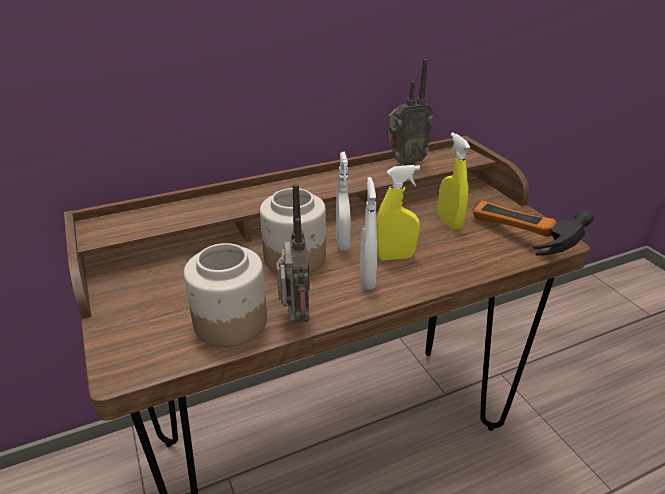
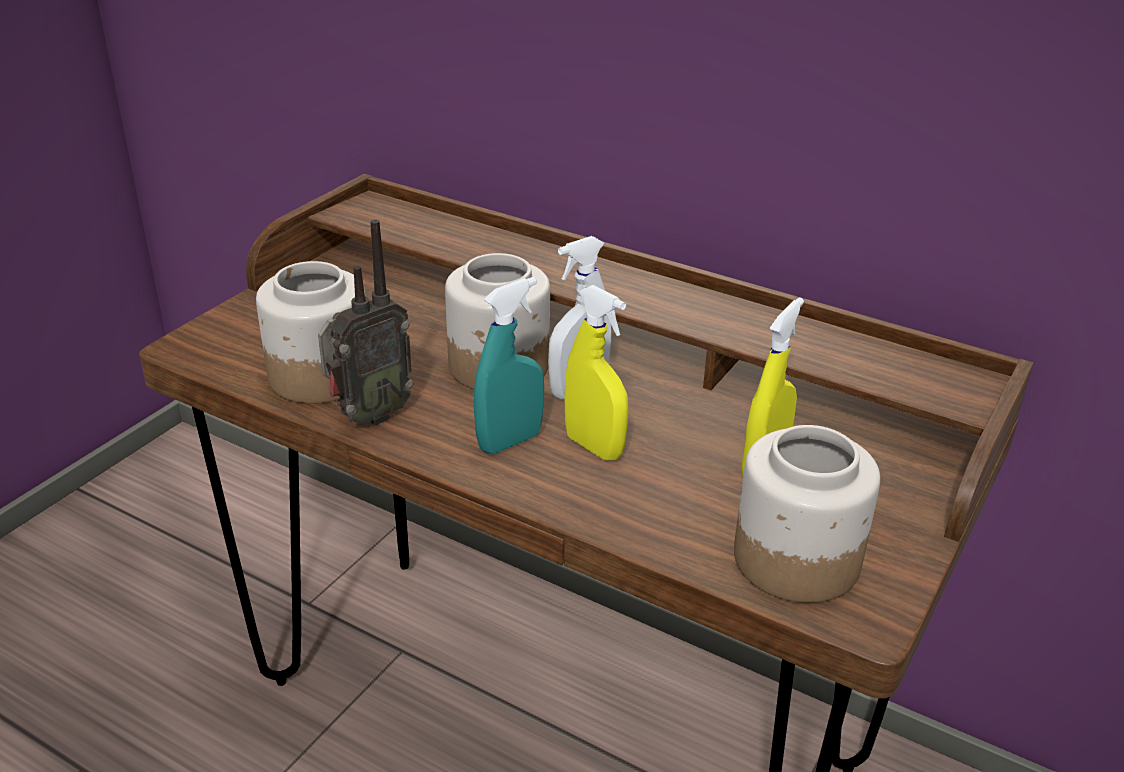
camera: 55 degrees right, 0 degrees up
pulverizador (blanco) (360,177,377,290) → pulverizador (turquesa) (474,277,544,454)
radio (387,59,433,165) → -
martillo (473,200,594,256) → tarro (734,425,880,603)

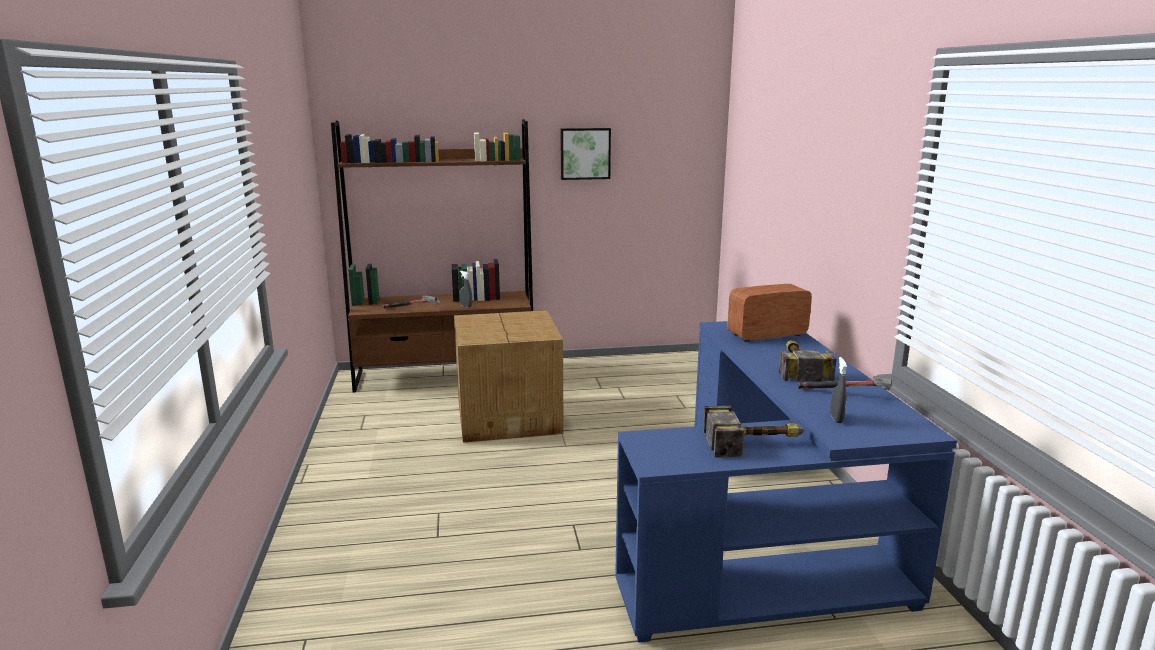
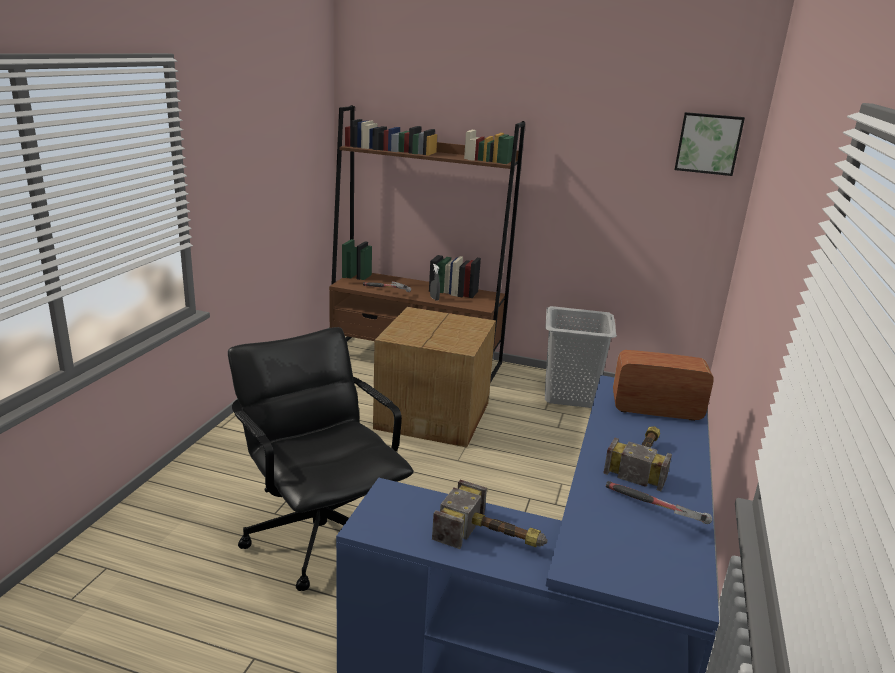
camera: 25 degrees right, 5 degrees up
cuadro (560,128,611,180) → cuadro (674,112,745,176), moved
pulverizador (gris) (830,357,847,423) → -
- → silla de oficina (negro) (228,327,414,591)
- → cesto de la ropa (gris) (545,306,617,408)

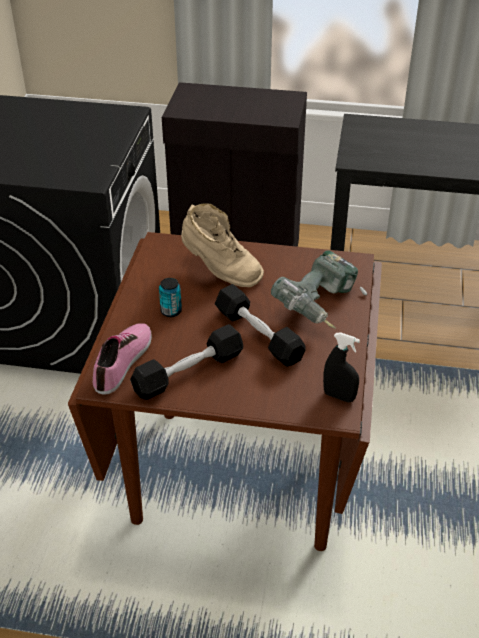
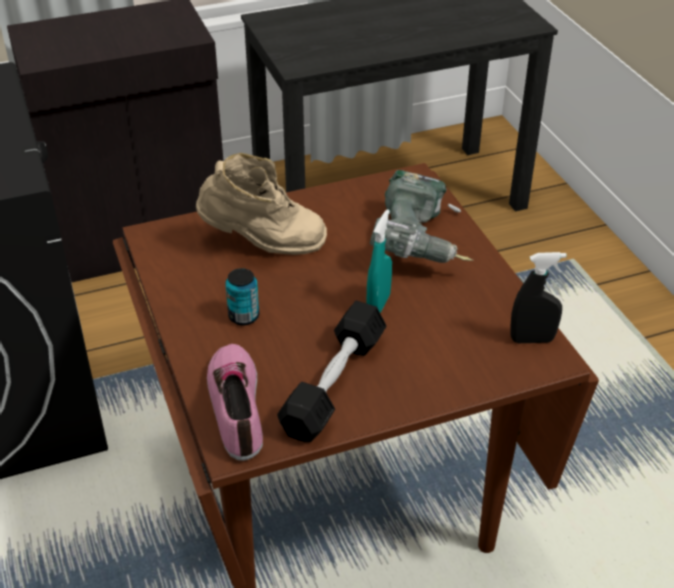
camera: 30 degrees left, 0 degrees up
mancuerna (negro) (215,284,306,367) → pulverizador (turquesa) (366,209,392,313)

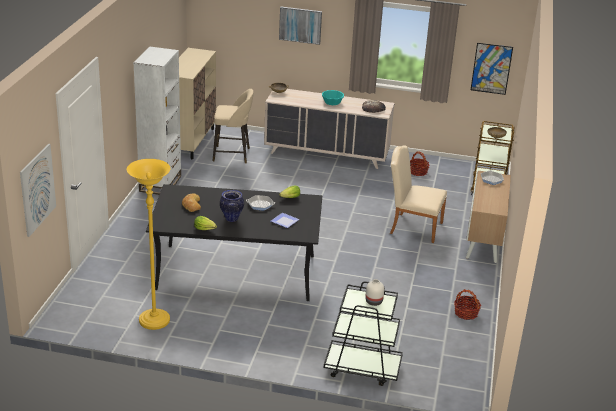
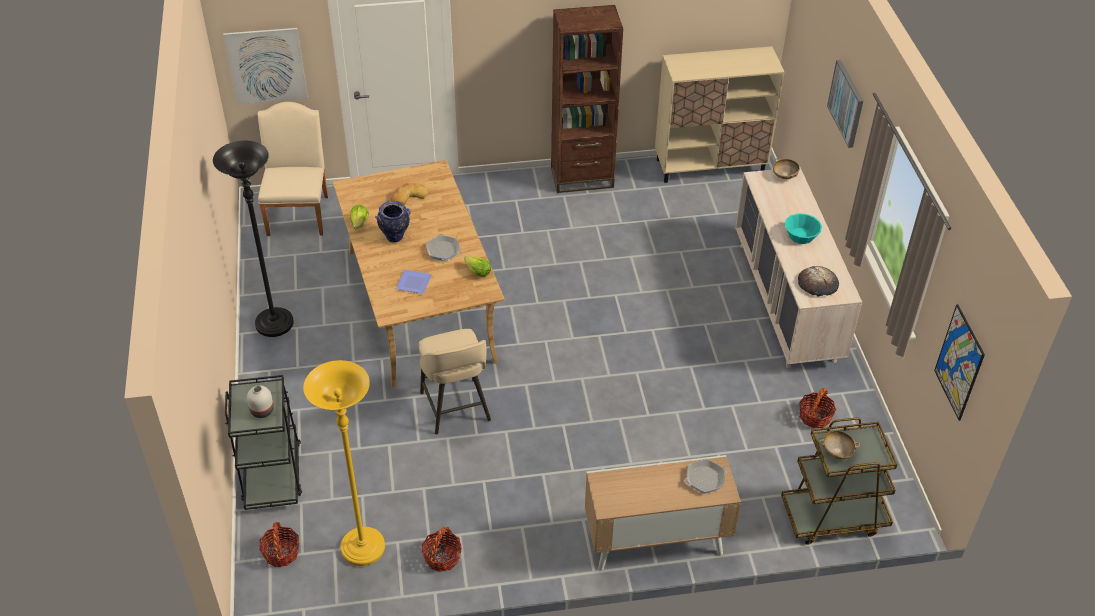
camera: 70 degrees right, 15 degrees up
lámpara de pie (amarillo) (127,159,171,330) → lámpara de pie (amarillo) (303,360,385,566), moved
estantería (blanco) (133,46,181,195) → estantería (marrón) (551,5,623,193)
mesa de comedor (negro) (146,184,322,301) → mesa de comedor (beis) (333,160,505,388)
taburete (beis) (212,89,253,164) → taburete (beis) (419,329,491,434), moved
silla (beis) (390,145,447,243) → silla (beis) (258,102,328,236), moved
- → lámpara de pie (negro) (213,141,294,337)
- → cesta (259,522,299,567)

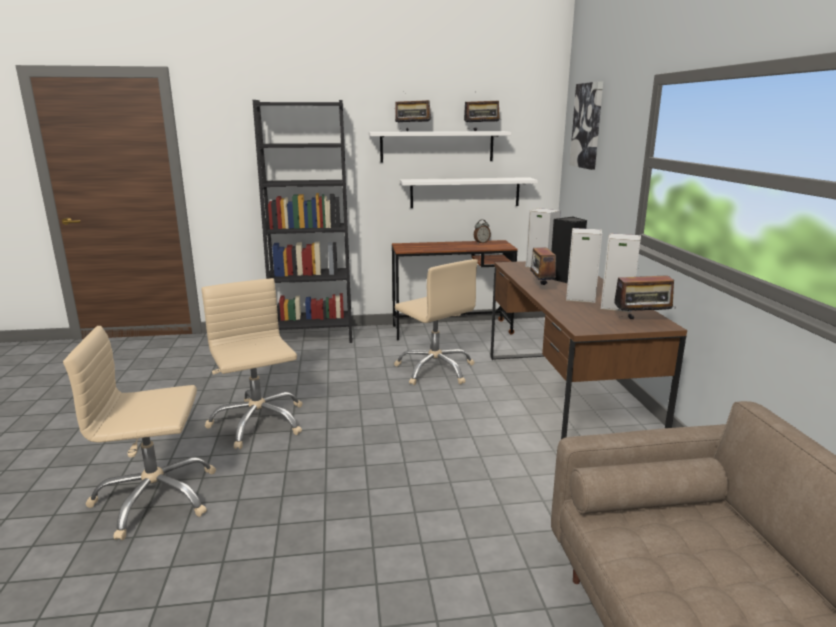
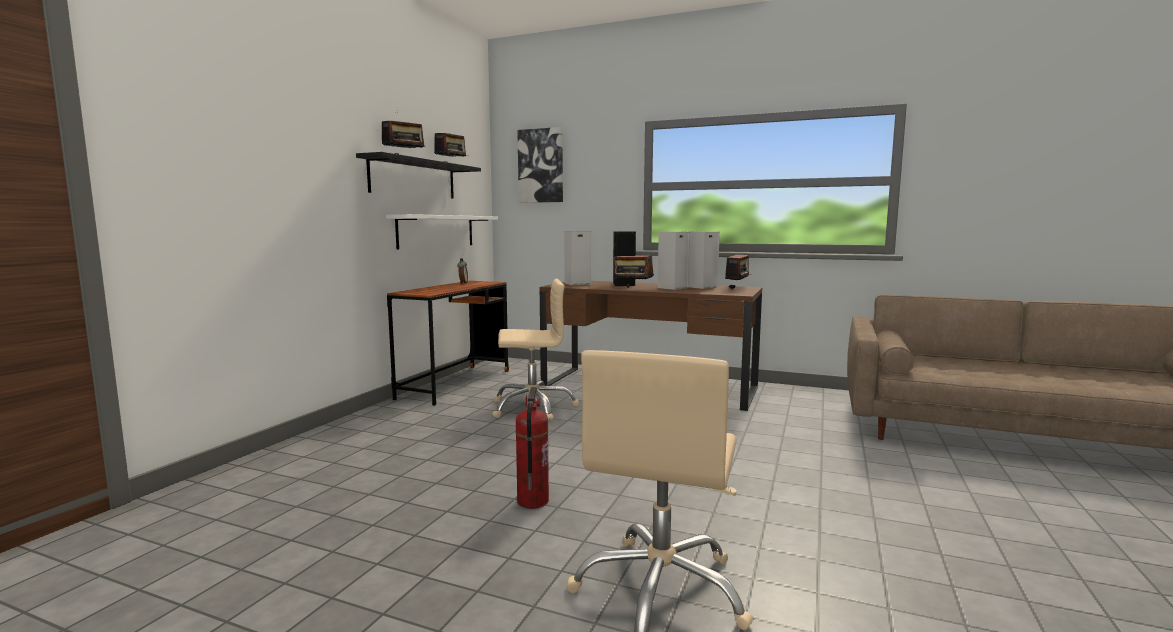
camera: 60 degrees left, 10 degrees down
silla de oficina (beis) (201,278,302,449) → extintor (515,387,549,509)
estantería (negro) (253,100,352,343) → -
estante (blanco) (369,131,511,162) → estante (negro) (356,152,481,199)

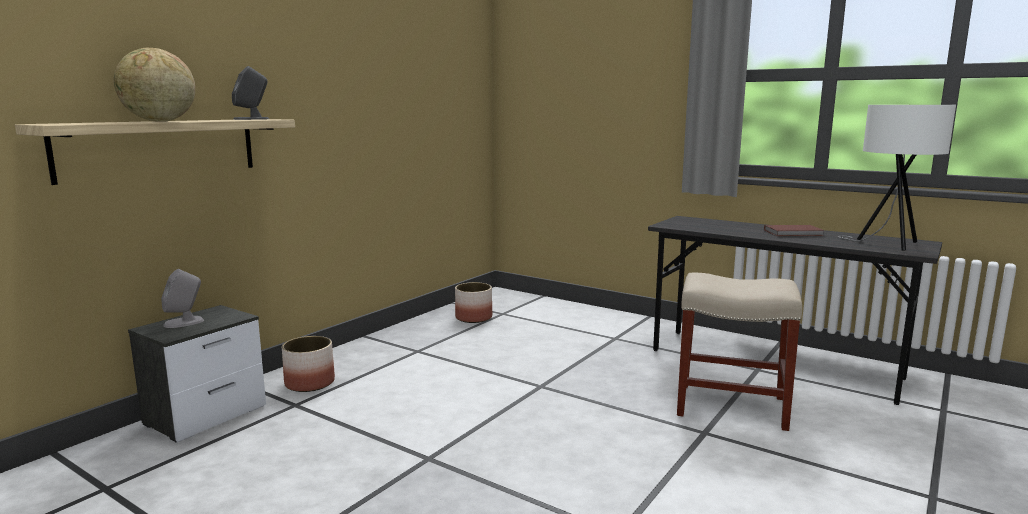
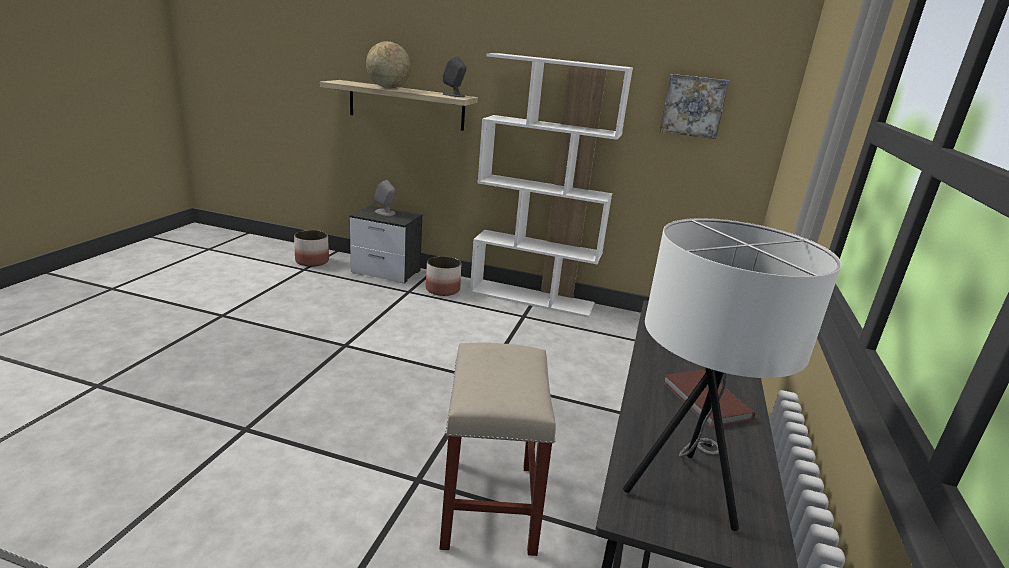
camera: 70 degrees right, 10 degrees up
maceta (455,282,492,323) → maceta (294,230,329,267), moved
- → estantería (blanco) (470,53,633,318)
- → cuadro (660,74,729,139)

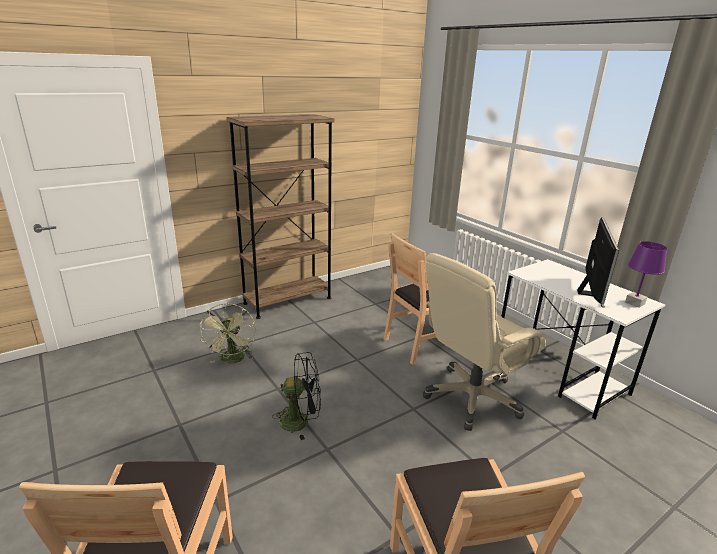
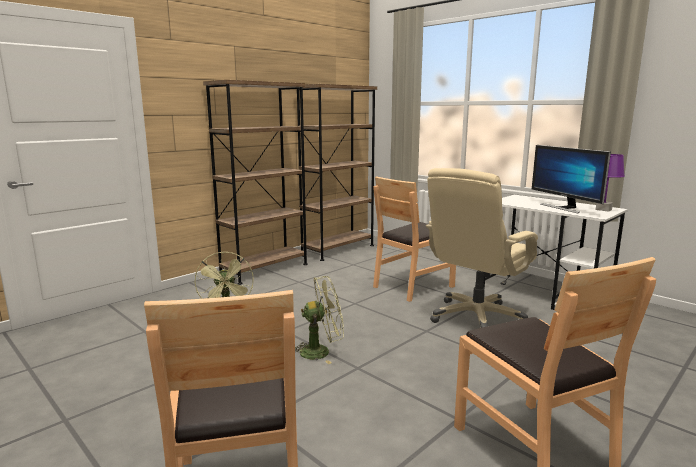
camera: 10 degrees left, 10 degrees down
ventilador (negro) (272,352,321,440) → ventilador (verde) (295,276,344,364)
monitor (577,217,619,308) → monitor (532,145,611,213), 150 degrees clockwise
- → estantería (marrón) (297,84,377,261)

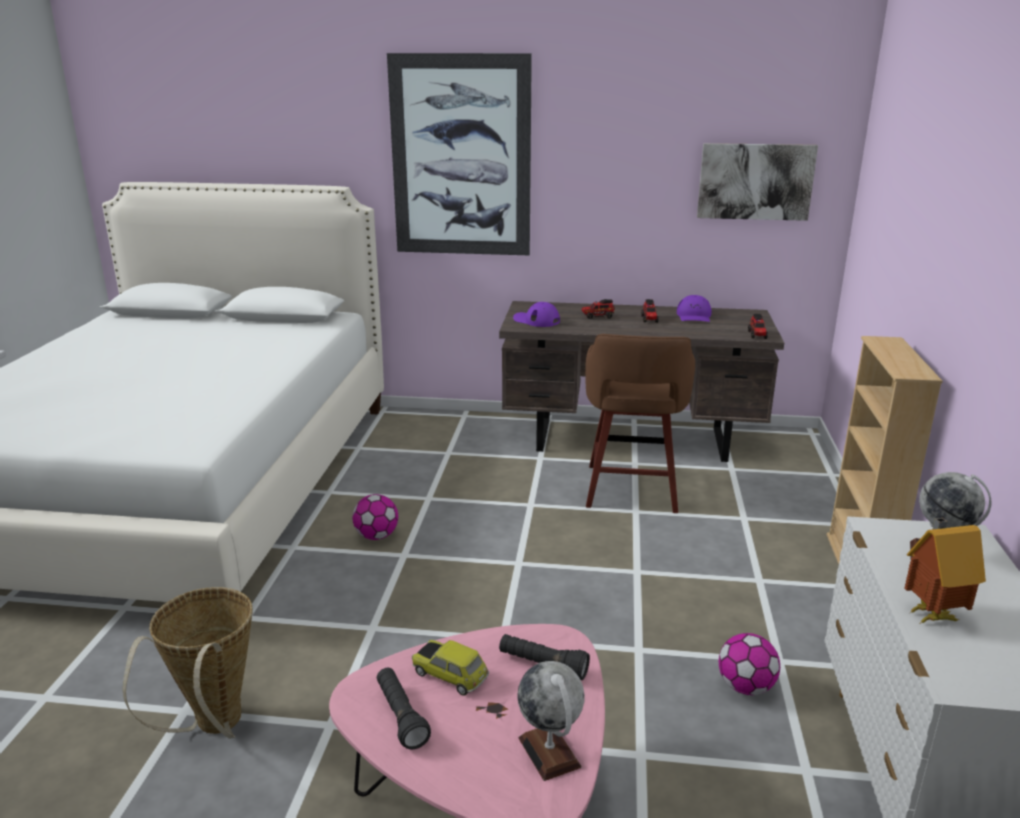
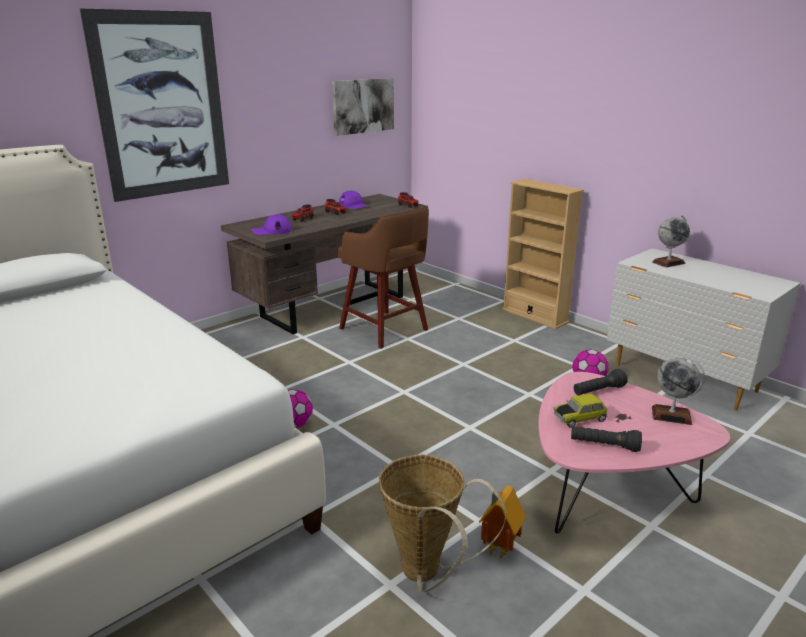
camera: 50 degrees left, 0 degrees up
casita (904,518,986,623) → casita (479,486,526,560), moved

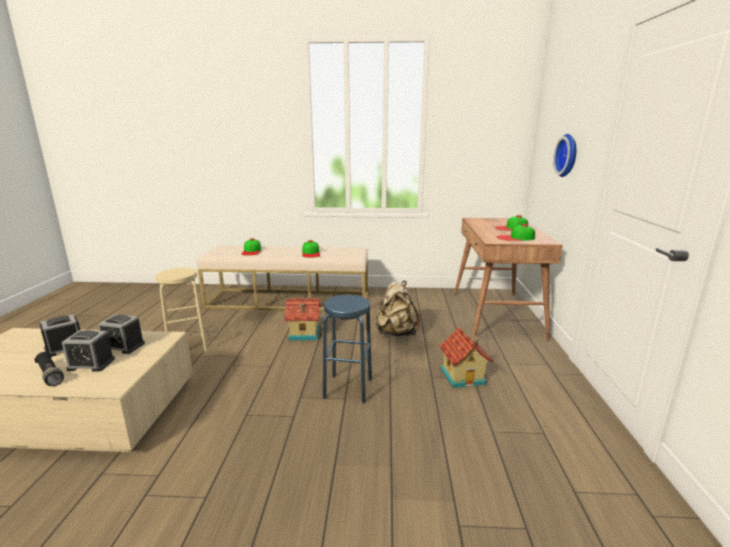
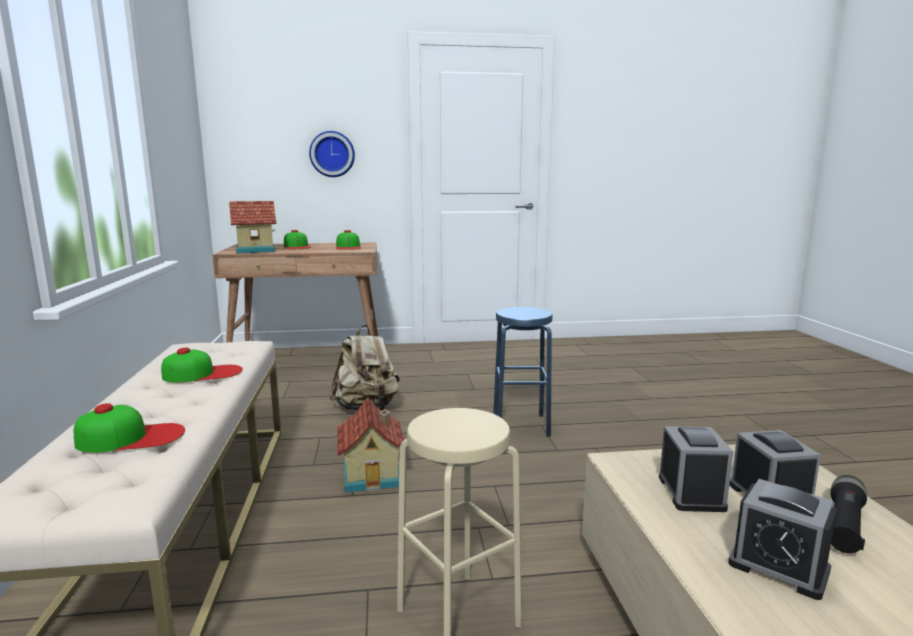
camera: 100 degrees left, 5 degrees down
casita (439,327,493,388) → casita (229,201,277,254), moved

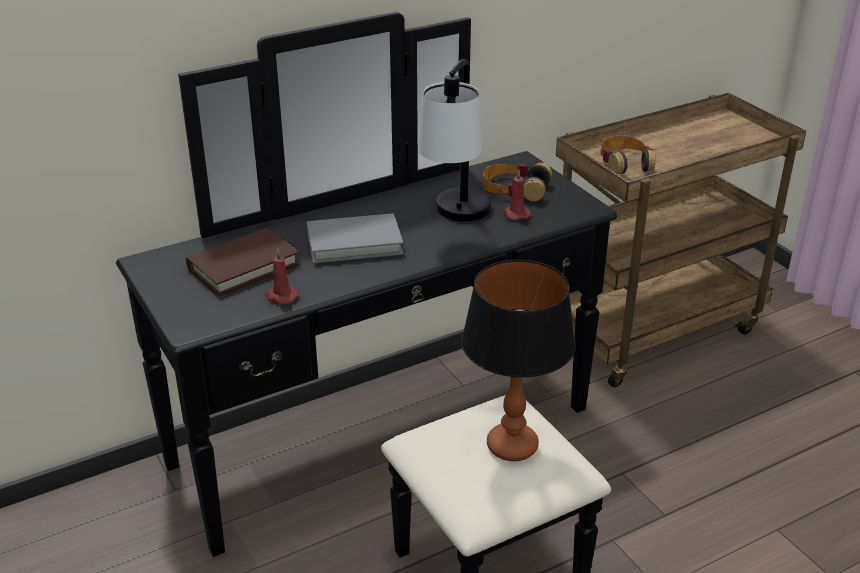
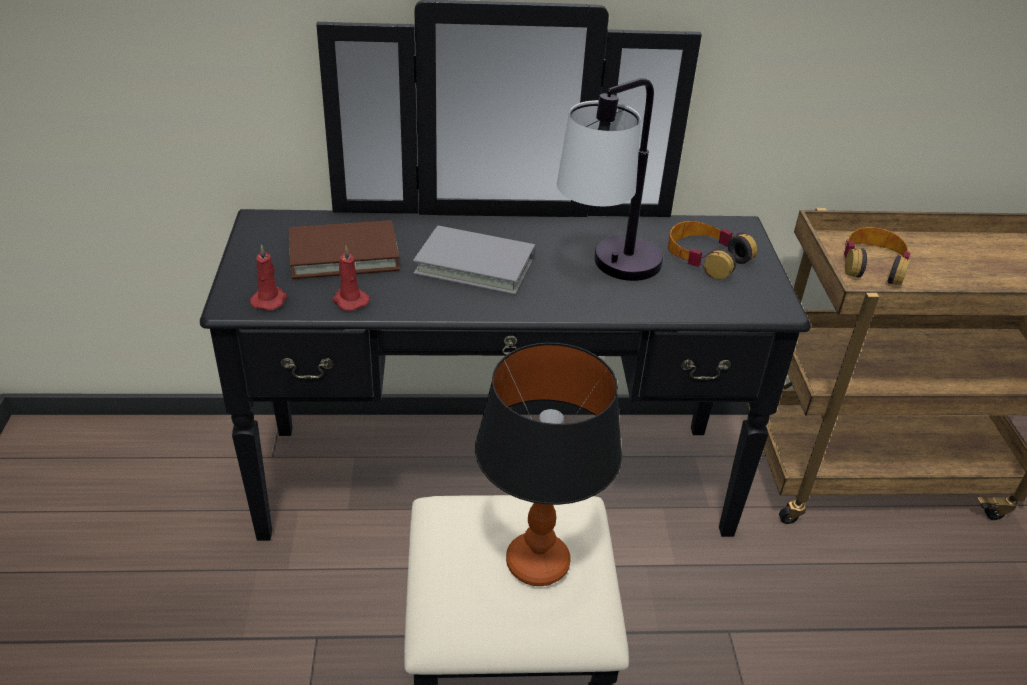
camera: 25 degrees right, 5 degrees up
vela (rojo) (504,170,531,220) → vela (rojo) (250,244,287,310), moved

